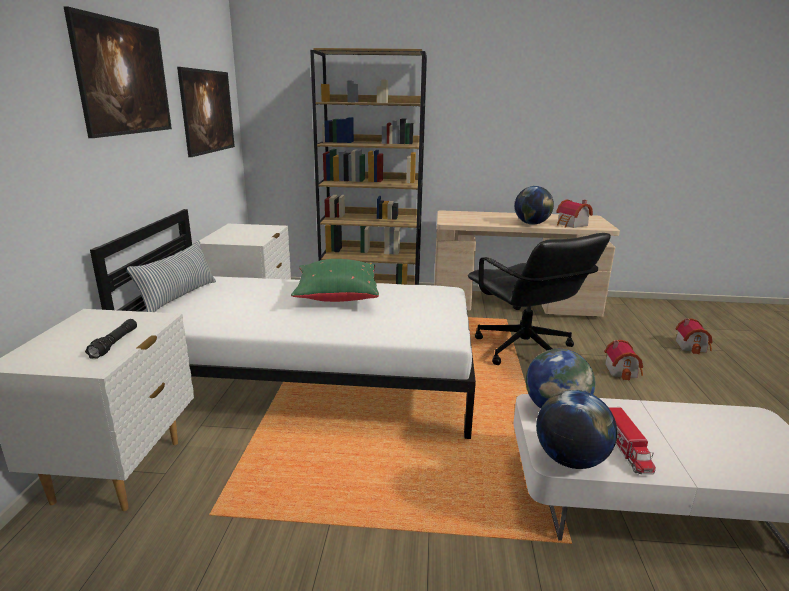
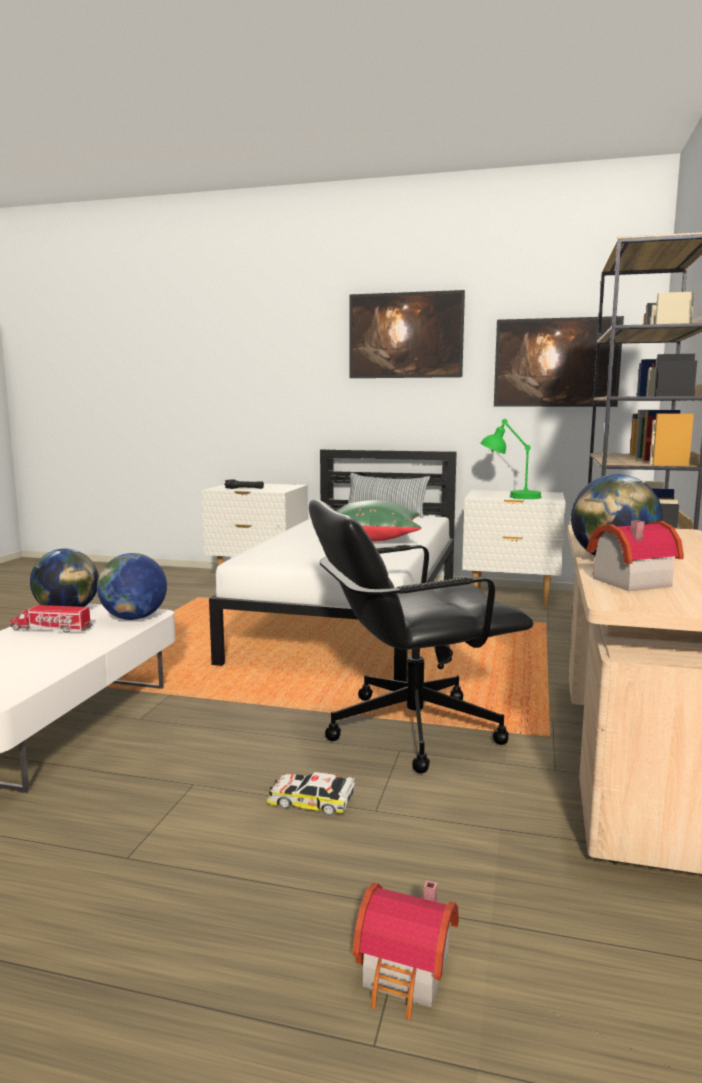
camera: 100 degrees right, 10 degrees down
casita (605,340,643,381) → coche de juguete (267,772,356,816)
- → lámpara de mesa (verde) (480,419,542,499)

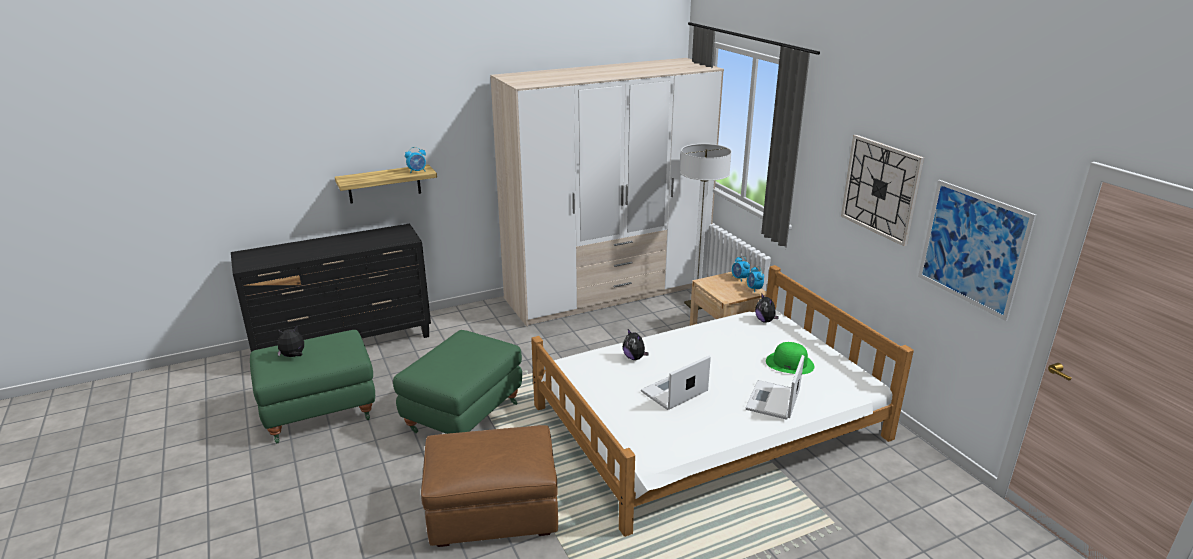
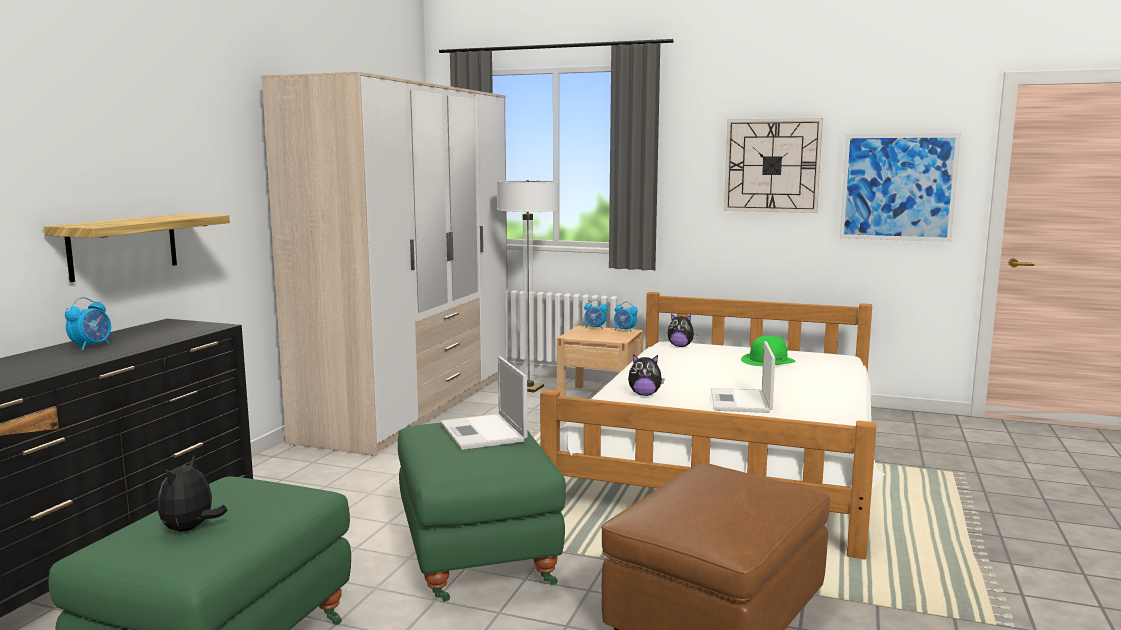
camera: 45 degrees left, 15 degrees down
despertador (405,147,426,174) → despertador (65,297,111,351), moved
portátil (746,355,804,420) → portátil (440,356,528,450), moved

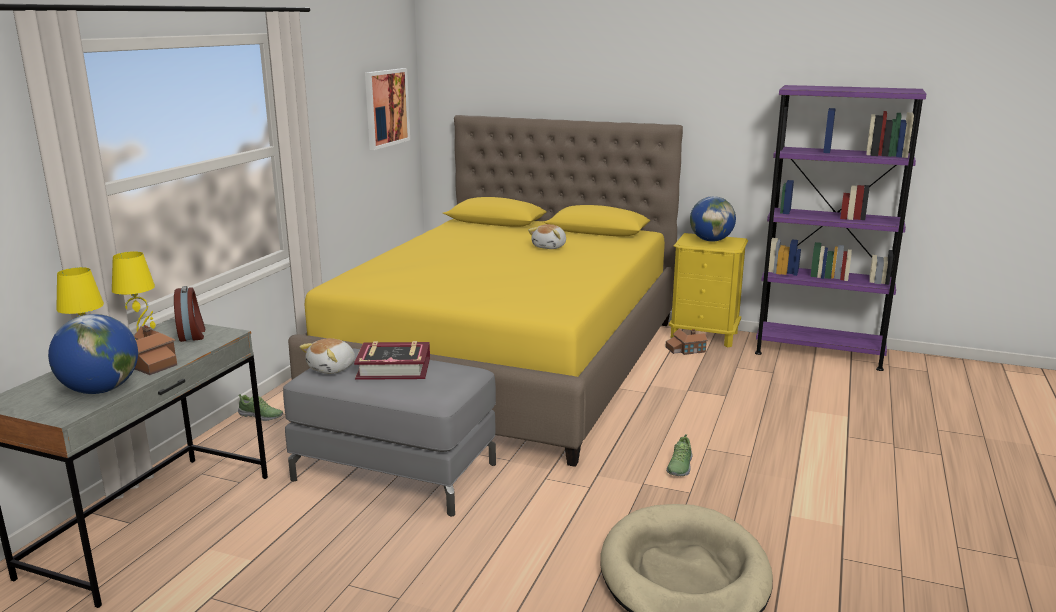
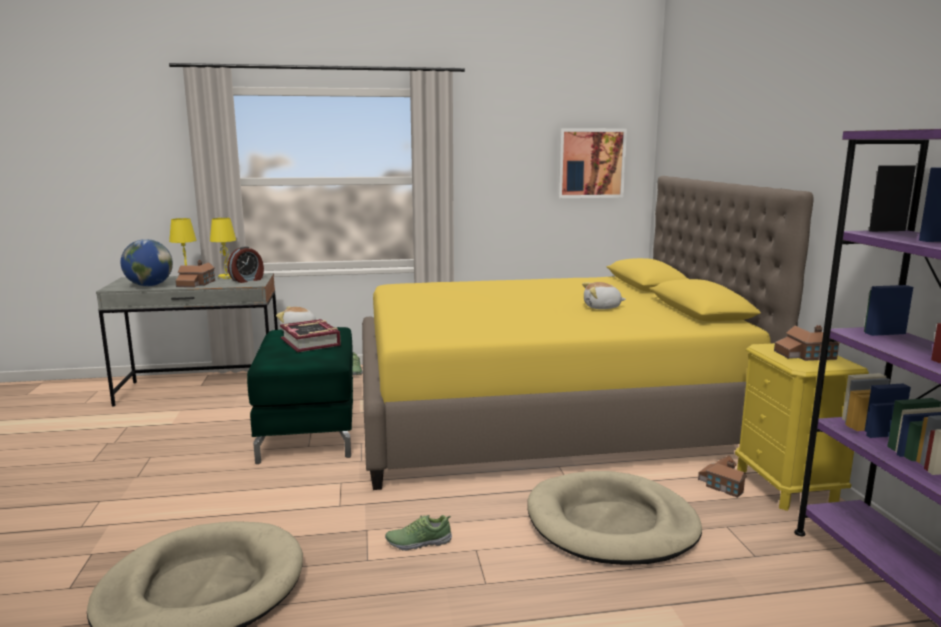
camera: 60 degrees right, 5 degrees down
puf (gris) (283,348,496,516) → puf (verde) (247,327,353,464)
globo terráqueo (690,196,736,242) → casita (774,325,840,361)
- → cama para perro (beis) (527,471,702,565)

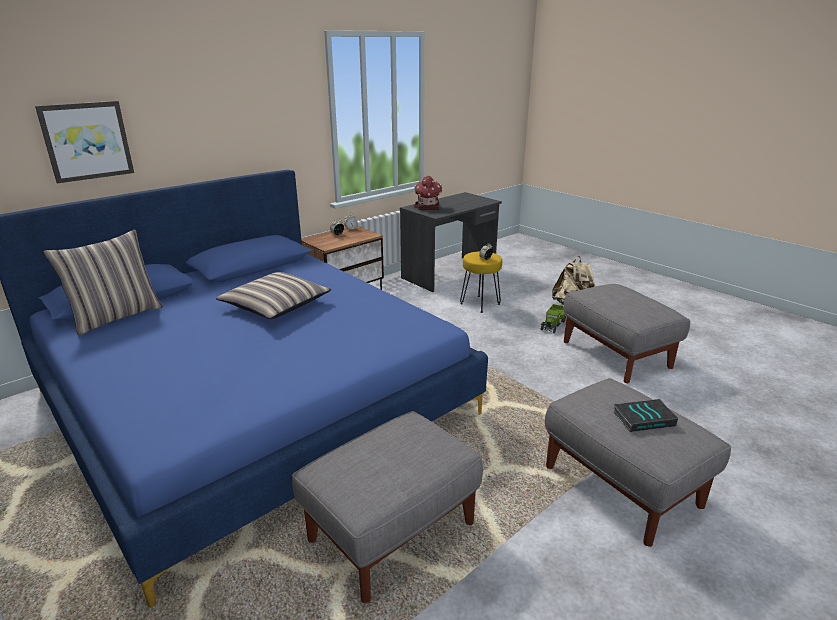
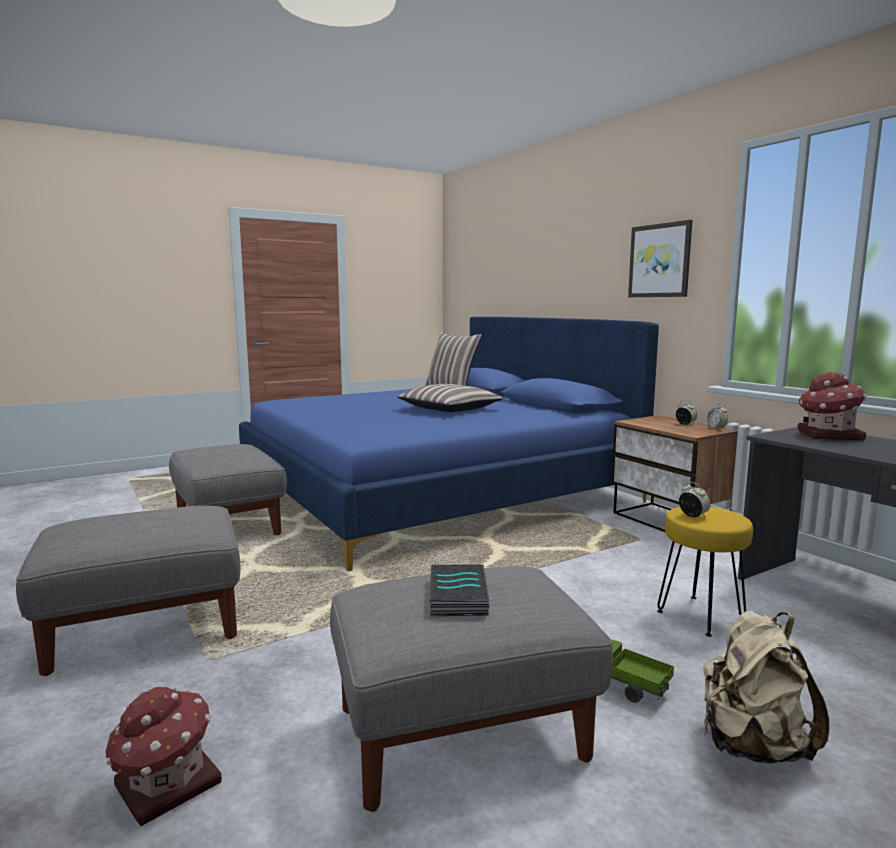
camera: 100 degrees right, 15 degrees down
cuadro (35,101,134,183) → cuadro (628,220,692,297), moved
libro (613,399,678,432) → libro (430,564,489,616), moved
- → casita (105,685,222,826)

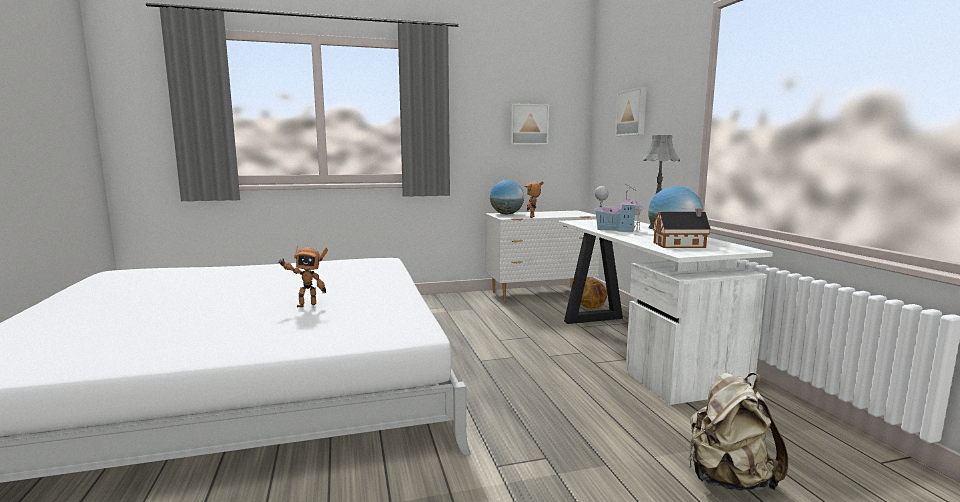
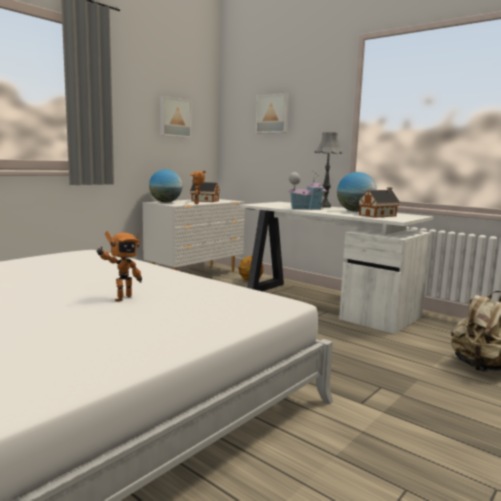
camera: 35 degrees left, 0 degrees up
- → casita (190,182,220,202)

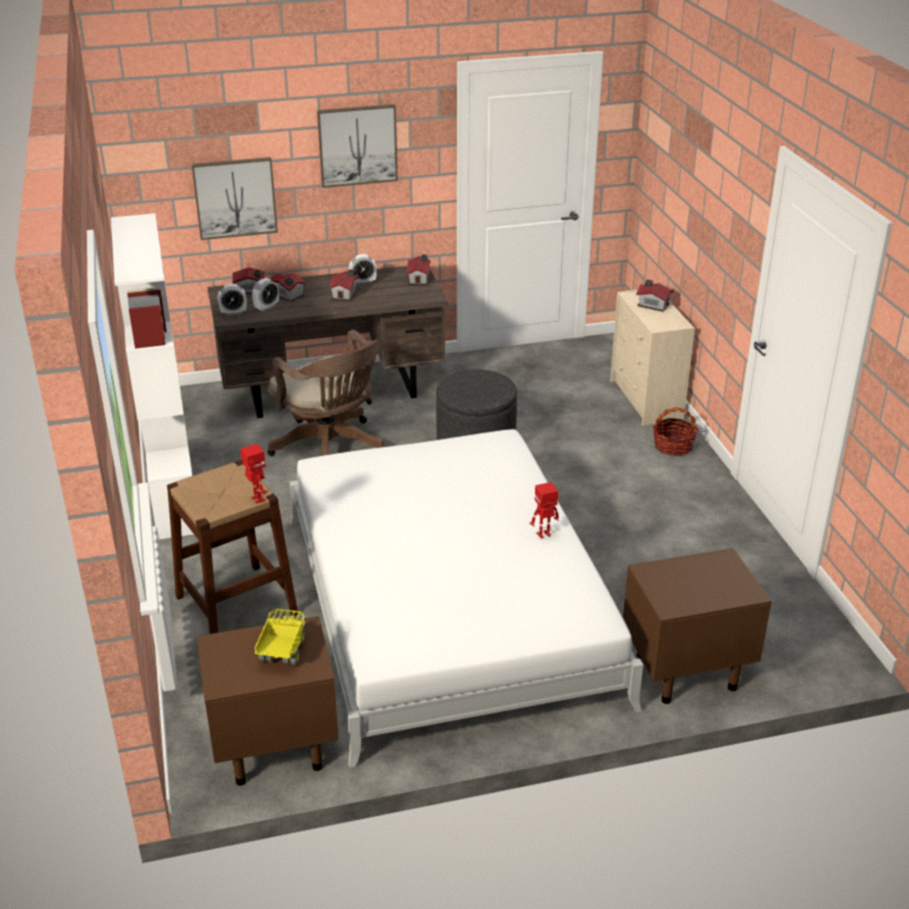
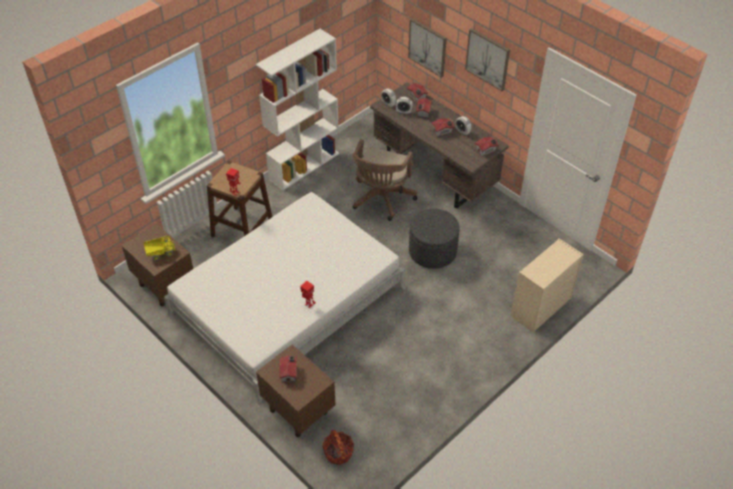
camera: 60 degrees right, 15 degrees up
casita (636,279,674,312) → casita (279,355,297,382), moved
cesta (653,407,699,456) → cesta (322,430,354,465), moved

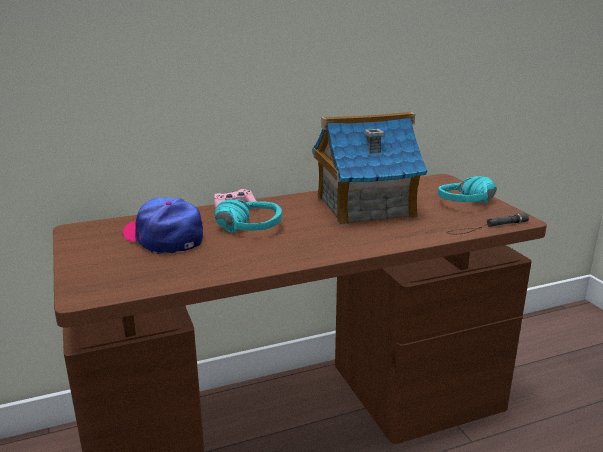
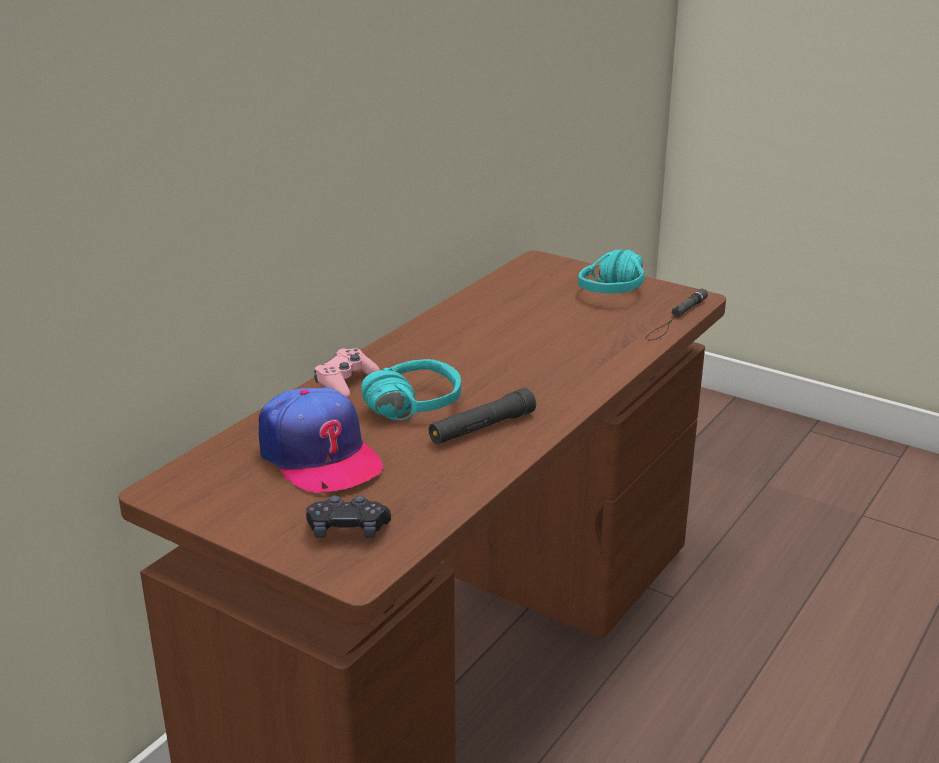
camera: 35 degrees left, 5 degrees up
gorra (122,197,203,254) → gorra (259,387,385,493), 135 degrees counterclockwise
casita (312,112,428,226) → -
- → mando de consola (negro) (306,495,391,538)
- → linterna (negro) (429,388,536,444)

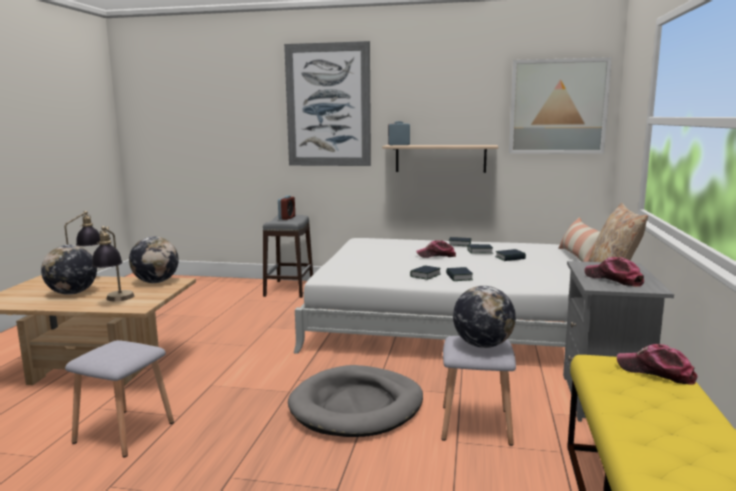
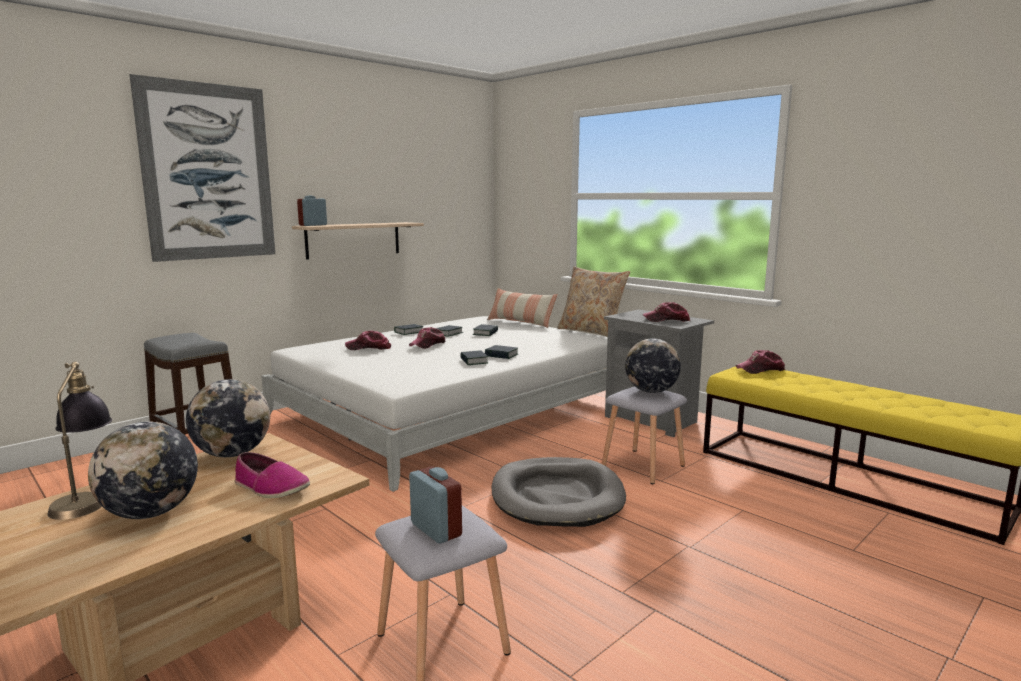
camera: 55 degrees left, 0 degrees up
lámpara de mesa (92,226,134,301) → zapato (235,452,310,498)
despertador (278,195,295,220) → despertador (409,466,462,543), moved
cuadro (509,57,612,154) → -
- → gorra (345,331,391,350)

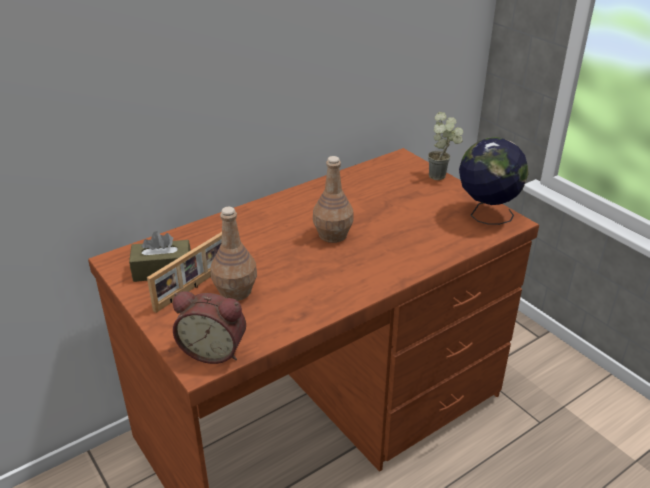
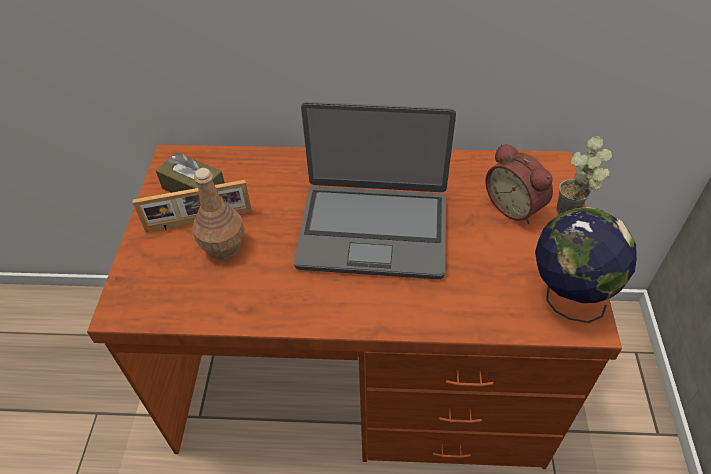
camera: 40 degrees right, 15 degrees up
despertador (173,291,246,364) → despertador (486,143,553,224), moved
botella (marrón) (313,156,354,243) → portátil (294,102,456,279)

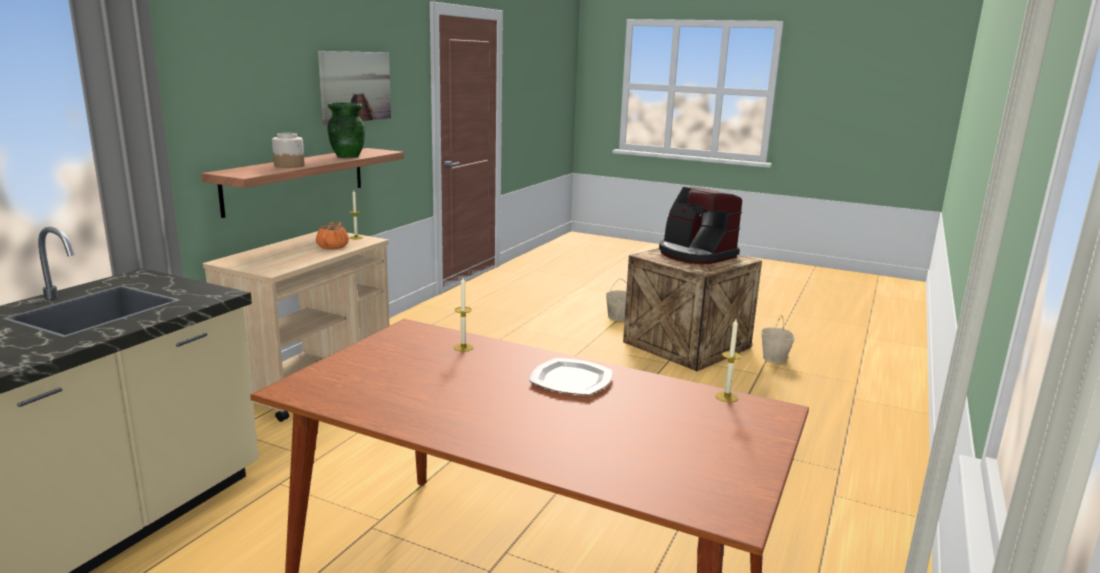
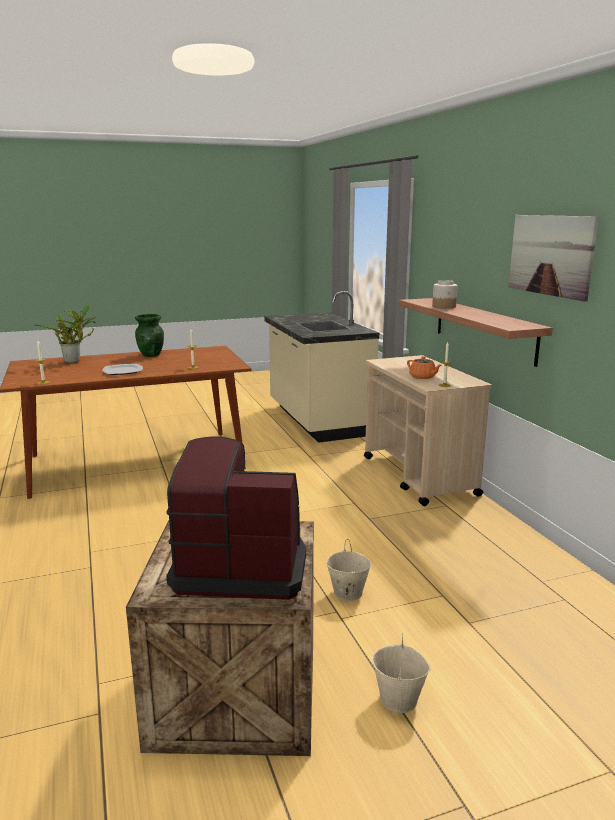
camera: 135 degrees right, 0 degrees up
florero (verde) (328,102,365,158) → florero (verde) (135,314,164,357), moved
cubo (beis) (761,315,796,363) → cubo (beis) (326,539,371,601), moved
- → planta en maceta (34,304,96,363)

